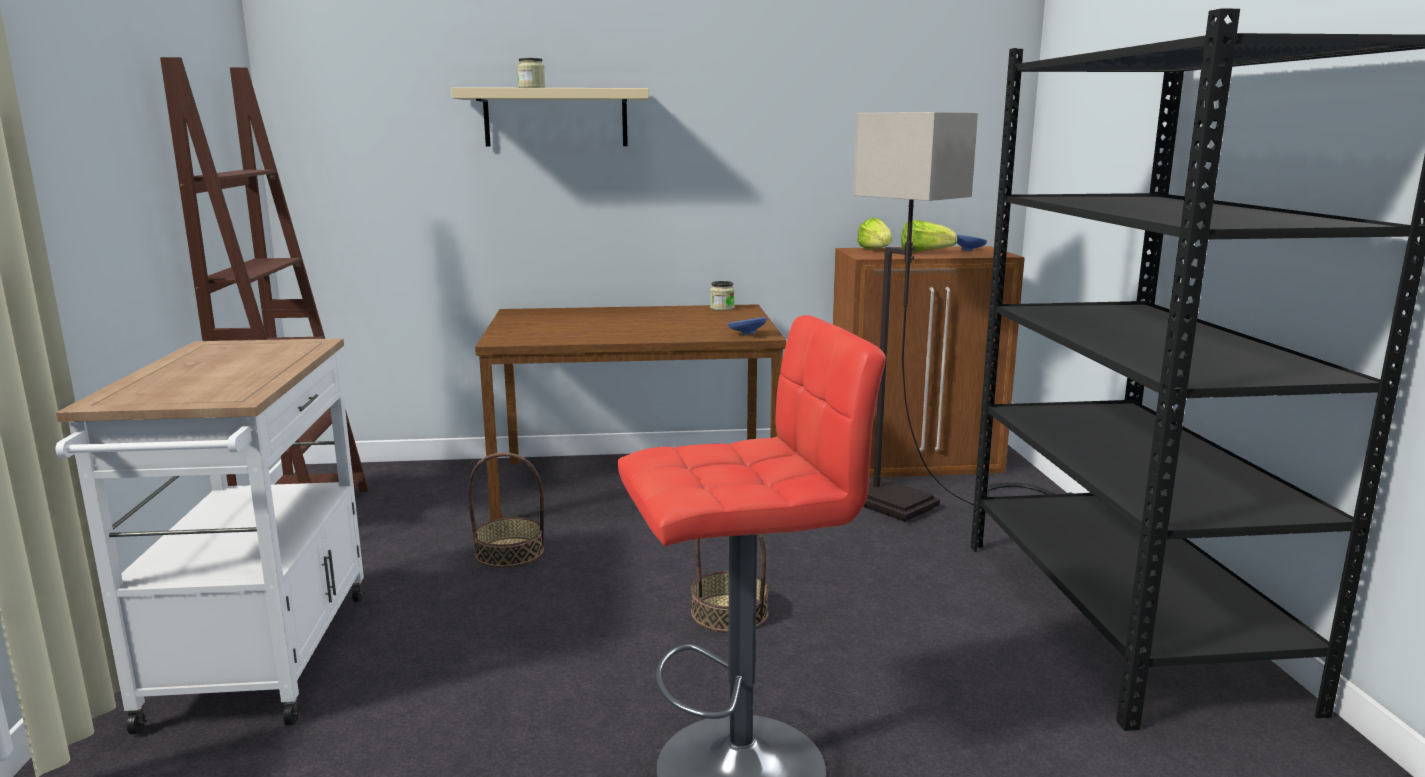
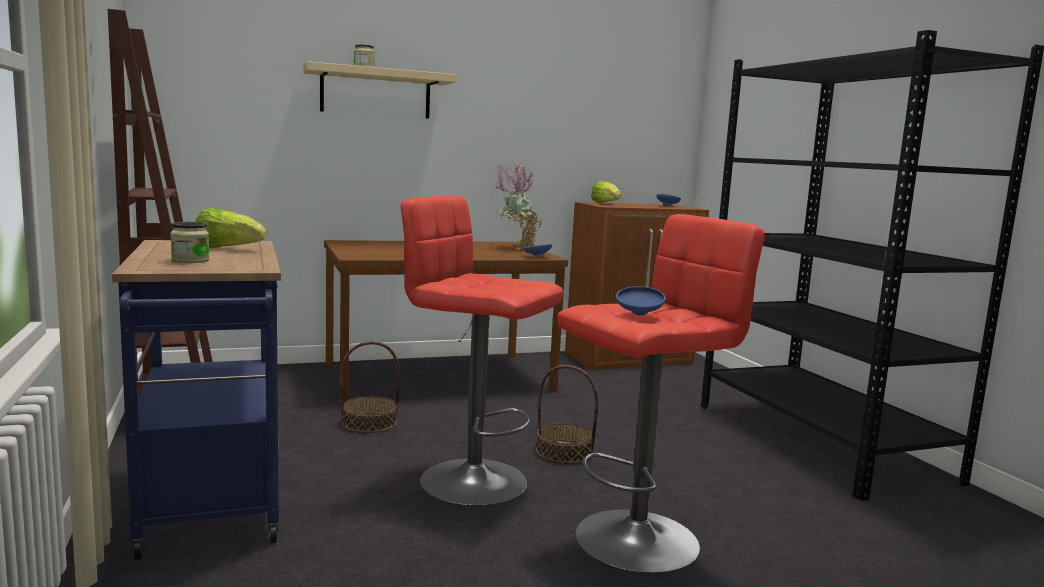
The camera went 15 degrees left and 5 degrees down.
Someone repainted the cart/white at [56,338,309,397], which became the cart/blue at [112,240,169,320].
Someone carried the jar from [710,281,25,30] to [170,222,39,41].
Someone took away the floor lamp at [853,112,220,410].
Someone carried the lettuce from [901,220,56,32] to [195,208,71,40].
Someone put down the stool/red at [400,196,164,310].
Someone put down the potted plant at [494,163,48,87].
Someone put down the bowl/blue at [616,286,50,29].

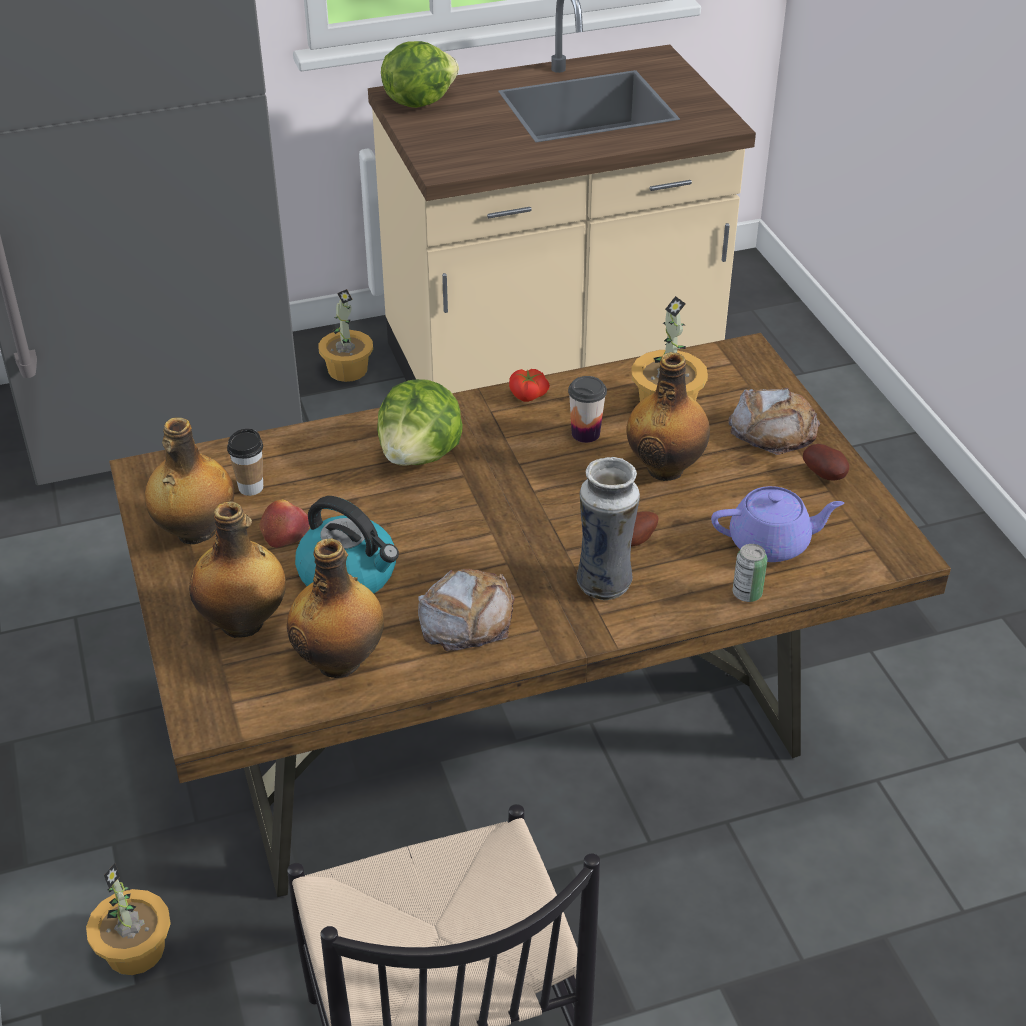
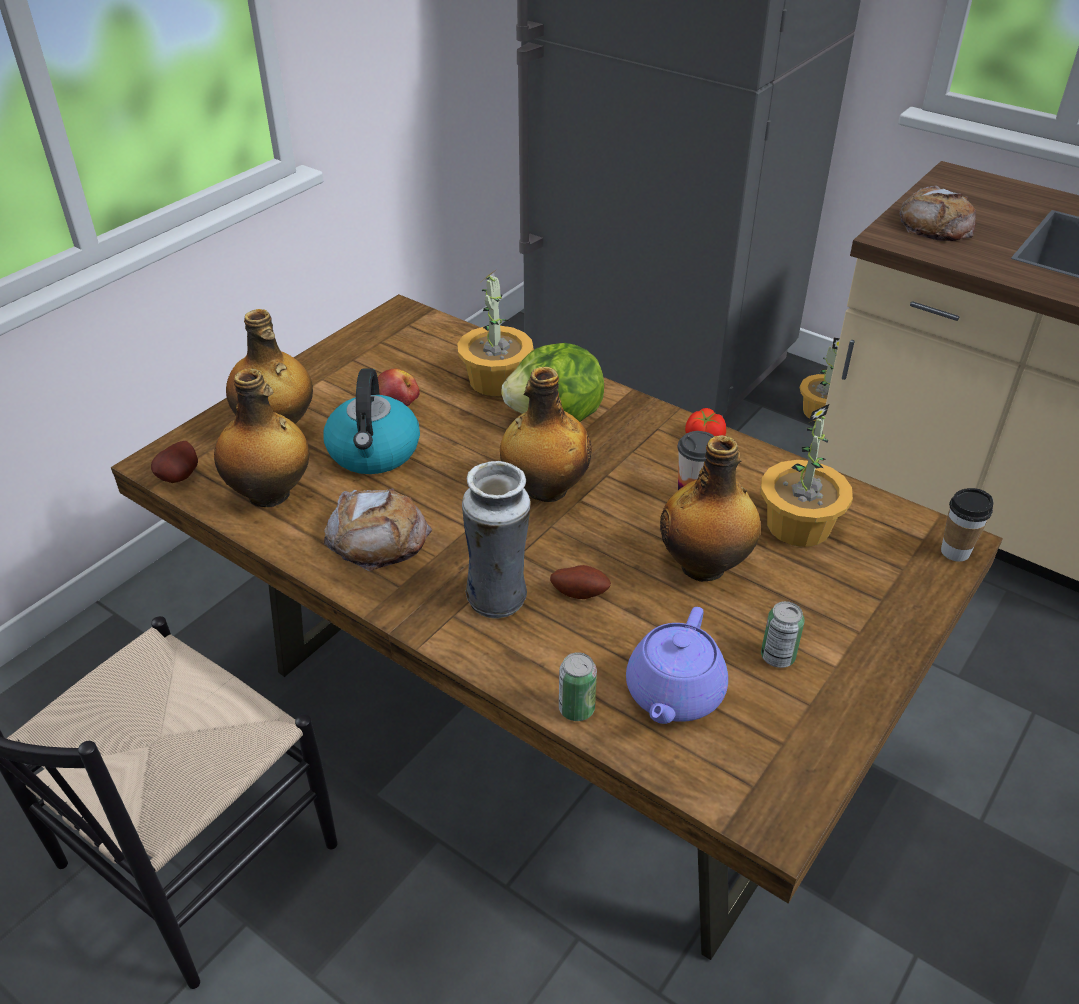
The camera went 55 degrees right and 0 degrees up.
Someone carried the potted plant from [86,863,85,112] to [457,269,76,127].
Someone carried the bottle from [145,417,89,127] to [500,367,92,135].
Someone carried the cup from [227,429,36,67] to [941,488,52,74].
Someone took away the lettuce at [381,41,78,67].
Someone rotated the teapot/purple at [711,486,133,76] by 60 degrees clockwise.
Someone carried the bread from [728,388,92,67] to [899,186,77,55].
Someone carried the potato from [803,444,46,37] to [151,441,47,42].
Someone put down the can at [761,601,44,67].

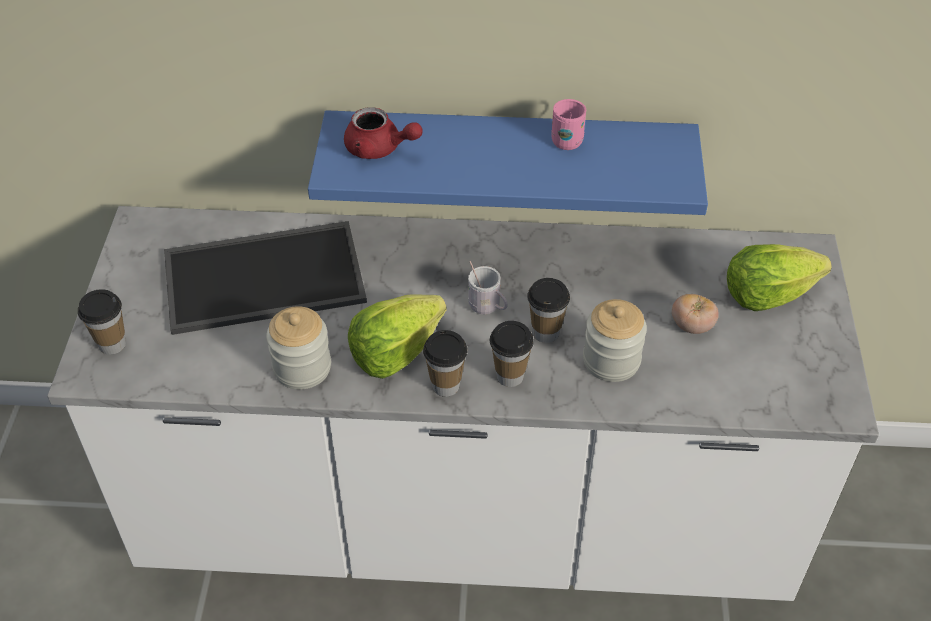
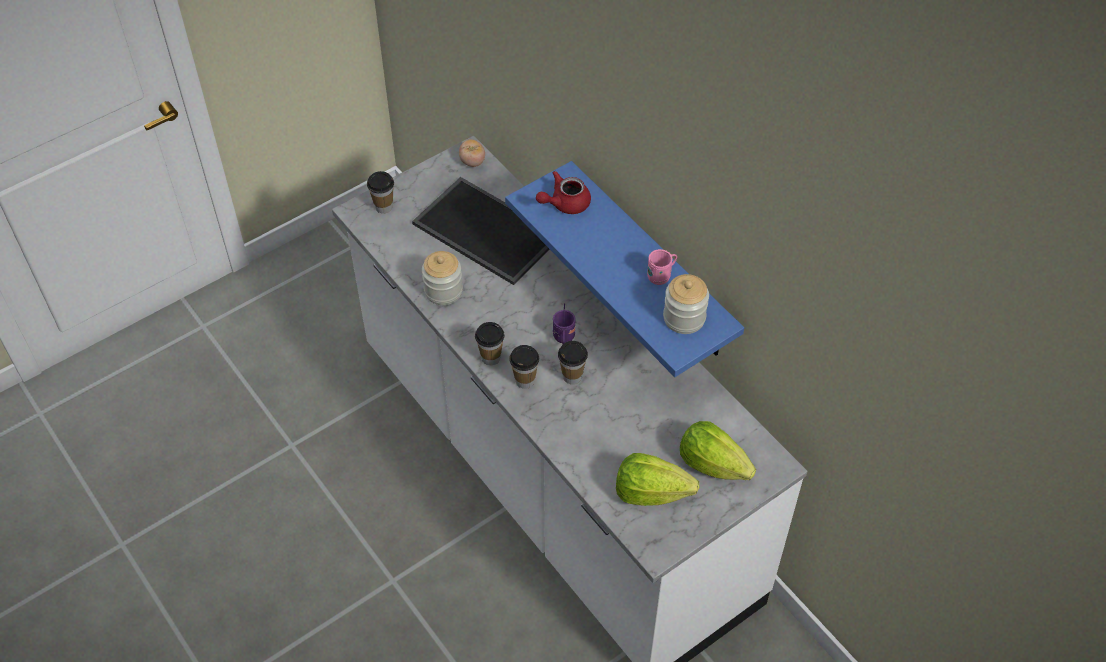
The camera went 50 degrees right and 5 degrees up.
Someone rotated the teapot/red at [344,107,79,52] by 75 degrees clockwise.
Someone carried the lettuce from [348,294,98,85] to [616,453,83,53].
Someone repainted the mug/white at [468,261,40,53], which became the mug/purple at [553,303,23,42].
Someone carried the jar from [583,299,64,83] to [663,274,46,60].
Someone carried the tomato from [672,294,47,40] to [459,139,26,28].

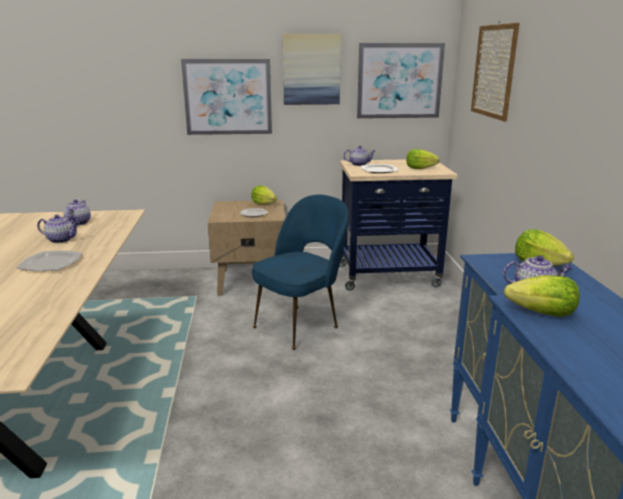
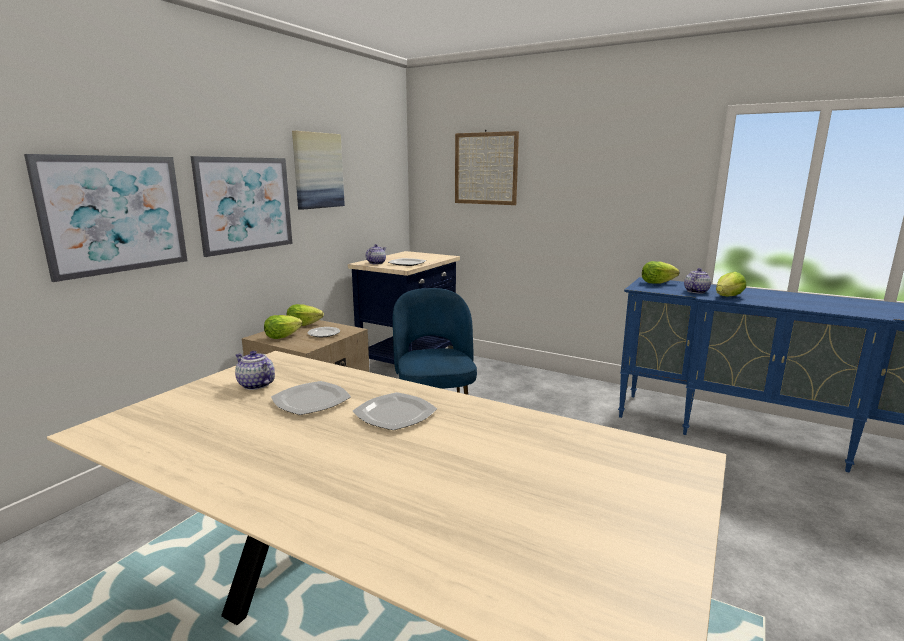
The camera went 55 degrees left and 5 degrees down.
Someone swapped the teapot at [37,215,42,28] for the plate at [271,381,80,34].
Someone carried the picture from [357,43,88,76] to [24,154,163,128].
Someone carried the lettuce from [406,149,34,20] to [264,315,39,24].

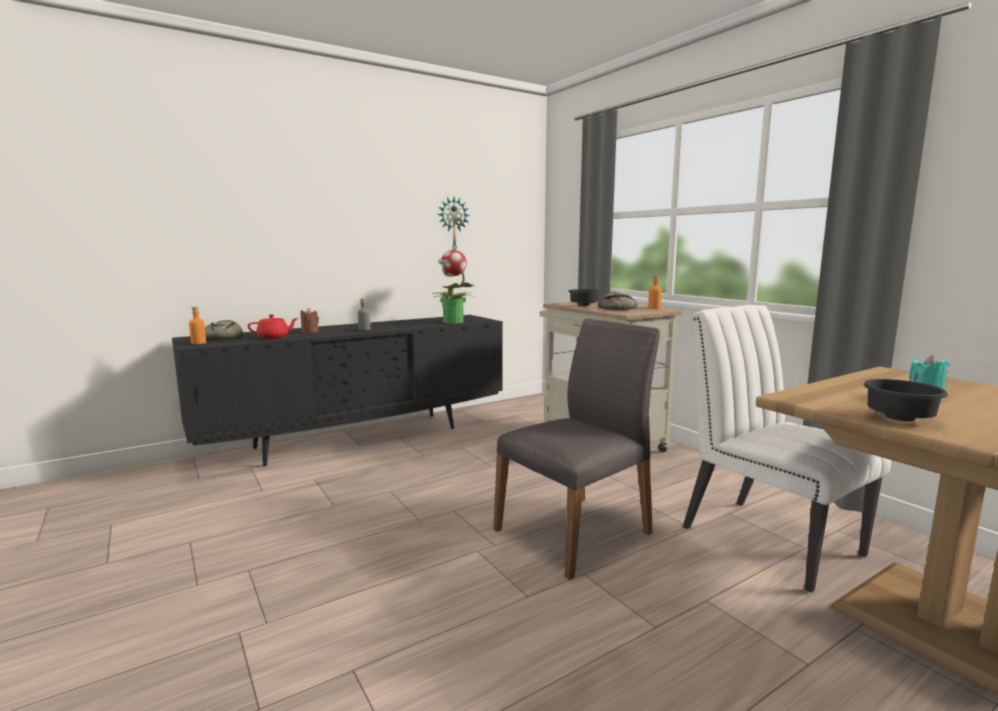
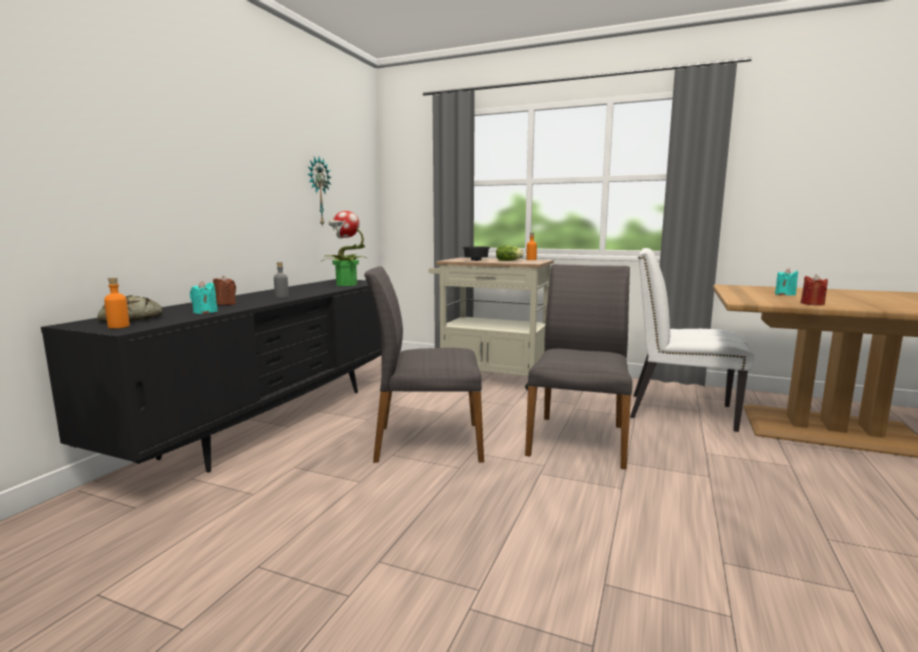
The camera went 35 degrees left and 0 degrees up.
Someone swapped the teapot/red at [248,314,51,25] for the candle/turquoise at [190,281,28,33].
Someone swapped the bread at [598,292,40,18] for the lettuce at [496,245,28,16].
Someone swapped the bowl/black at [863,379,85,42] for the candle/red at [800,274,28,31].
Someone put down the chair/grey at [364,266,120,197].

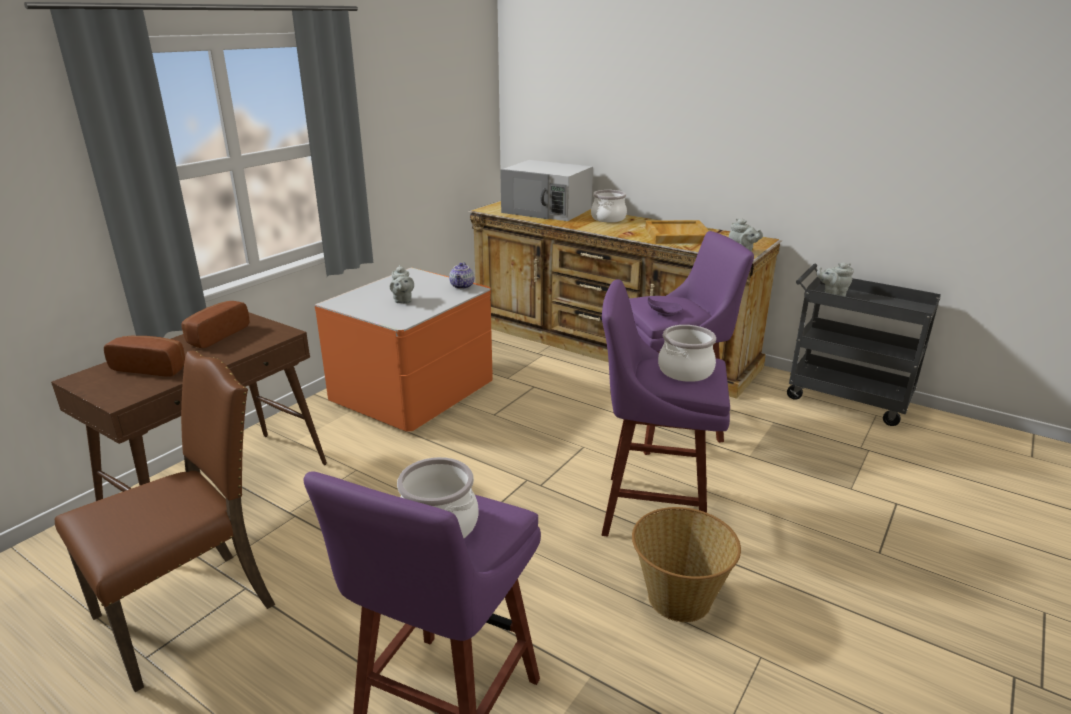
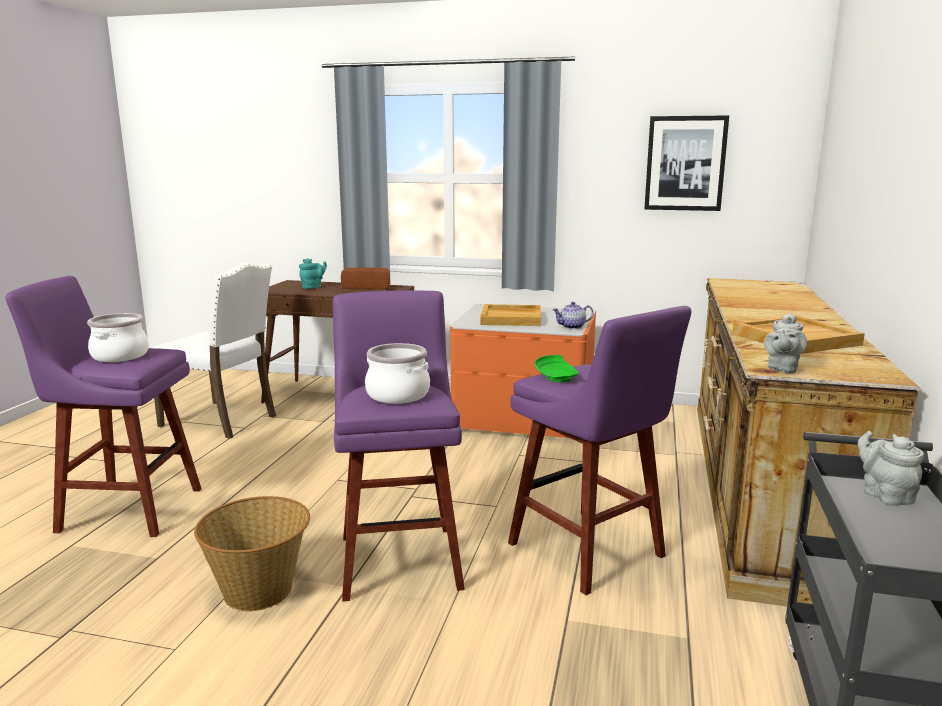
The camera went 70 degrees right and 10 degrees down.
Someone repainted the chair/brown at [55,351,220,341], which became the chair/white at [153,263,123,176].
Someone swapped the bread at [104,336,81,41] for the teapot/turquoise at [299,258,28,31].
Someone swapped the teapot/grey at [390,265,24,39] for the tray/beige at [480,304,61,22].
Someone took away the microwave/white at [500,160,93,61].
Someone took away the cooking pot at [591,190,36,32].
Someone repainted the plate/purple at [647,297,36,20], which became the plate/green at [535,355,44,27].
Someone put up the picture at [644,115,85,96].

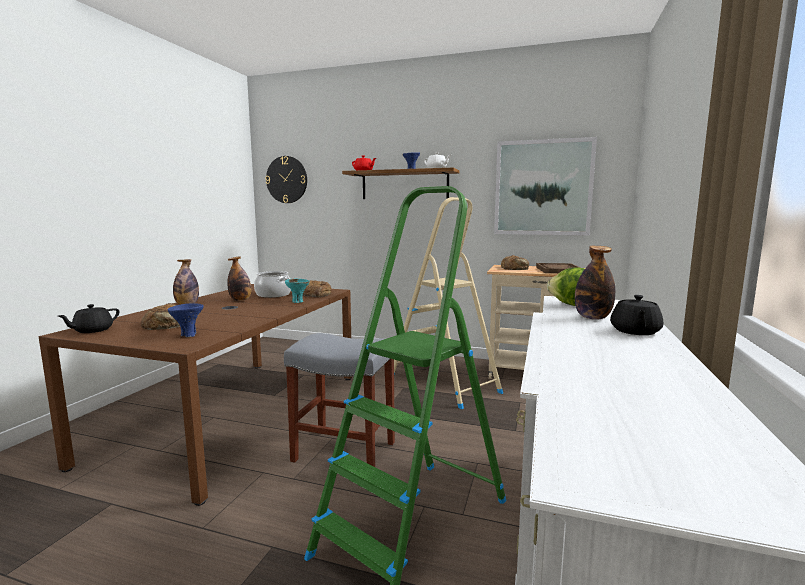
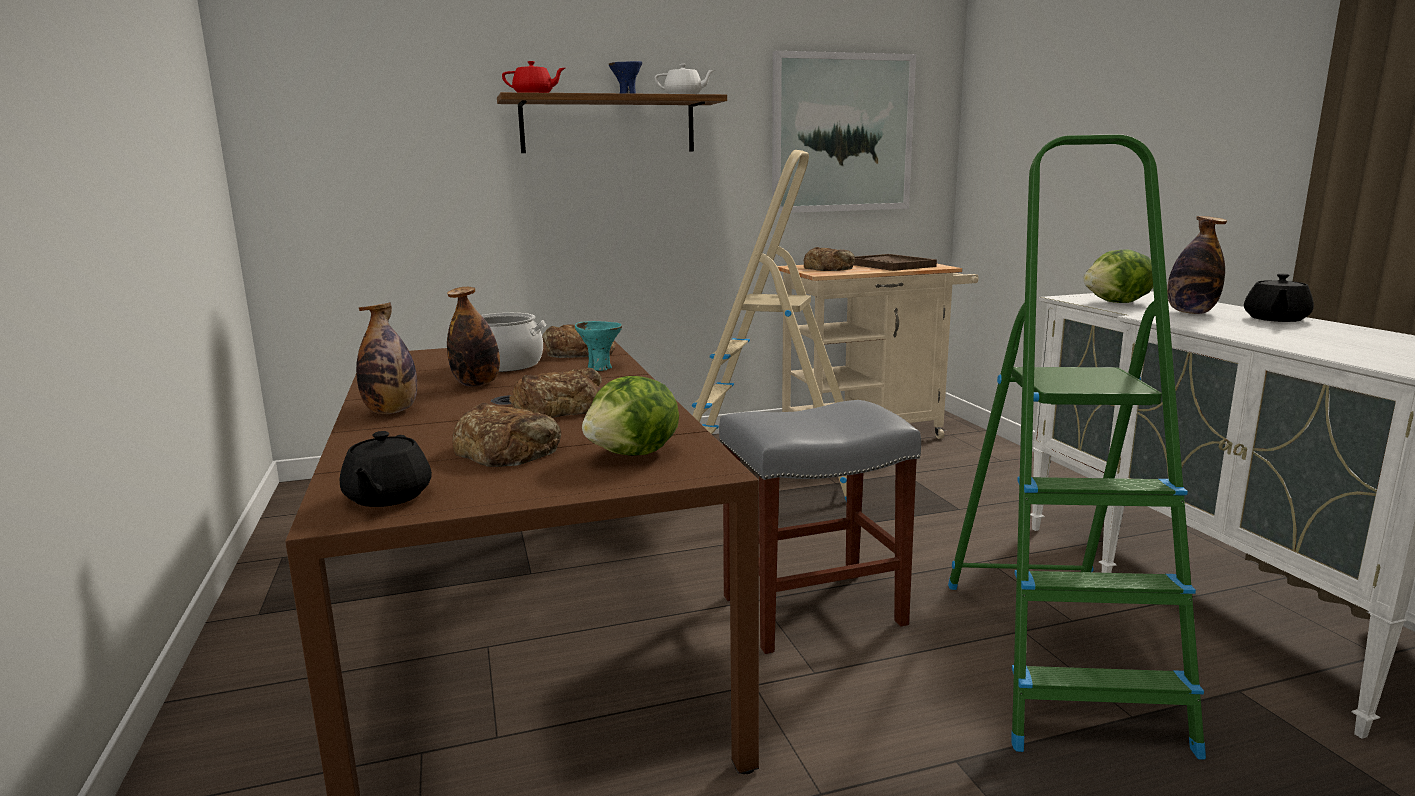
The camera went 35 degrees left and 5 degrees up.
Someone swapped the bowl/blue at [168,303,36,34] for the lettuce at [582,376,97,80].
Someone took away the wall clock at [265,156,42,47].
Someone rotated the teapot/black at [610,295,53,40] by 45 degrees clockwise.
Someone put down the bread at [509,368,93,50].

